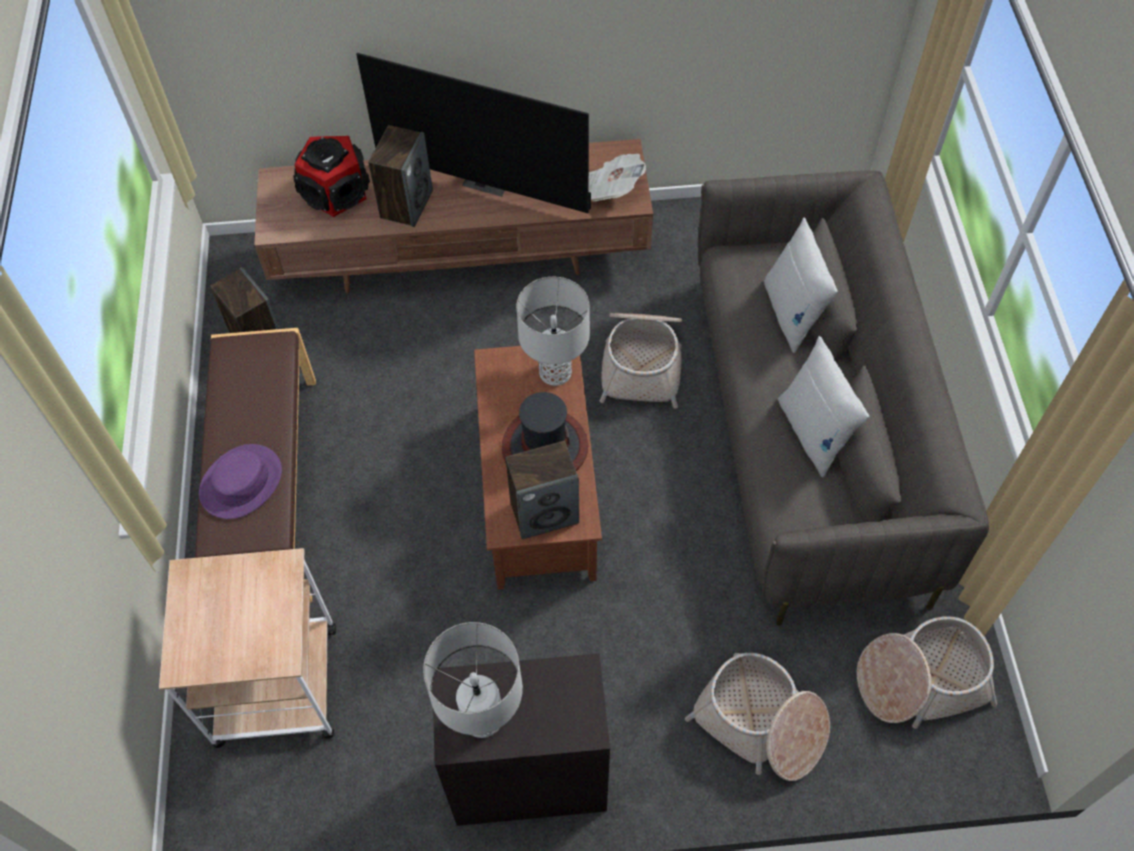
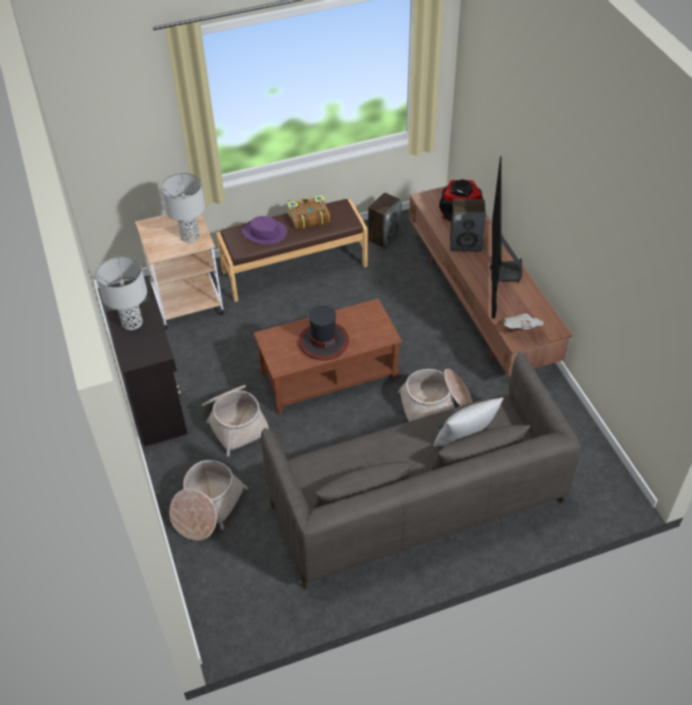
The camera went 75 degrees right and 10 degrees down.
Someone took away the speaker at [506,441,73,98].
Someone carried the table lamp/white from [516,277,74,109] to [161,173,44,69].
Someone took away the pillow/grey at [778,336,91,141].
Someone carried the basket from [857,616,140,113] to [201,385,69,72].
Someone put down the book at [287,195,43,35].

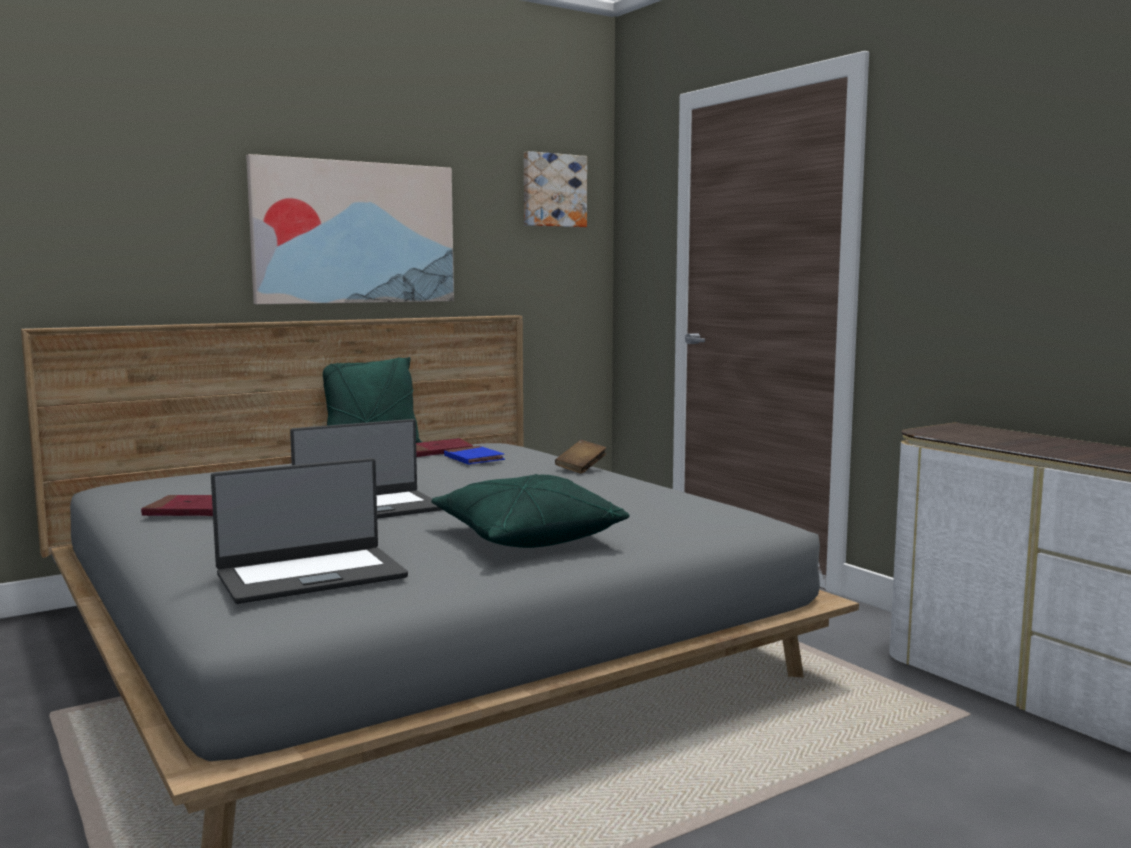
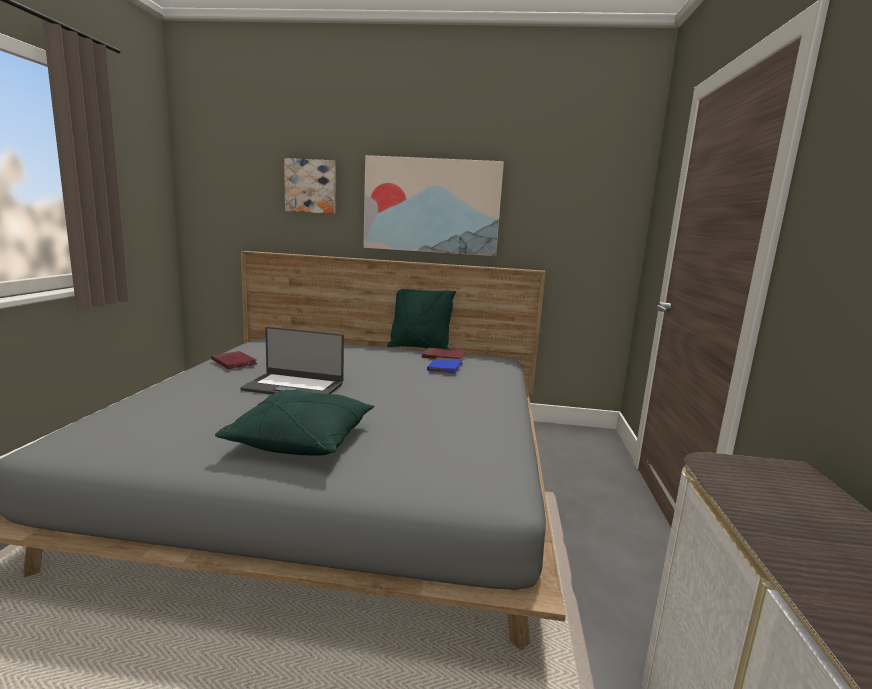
The camera went 40 degrees right and 5 degrees up.
Someone took away the laptop at [211,458,197,146].
Someone carried the picture from [524,151,63,76] to [284,158,52,56].
Someone took away the book/brown at [555,440,52,34].

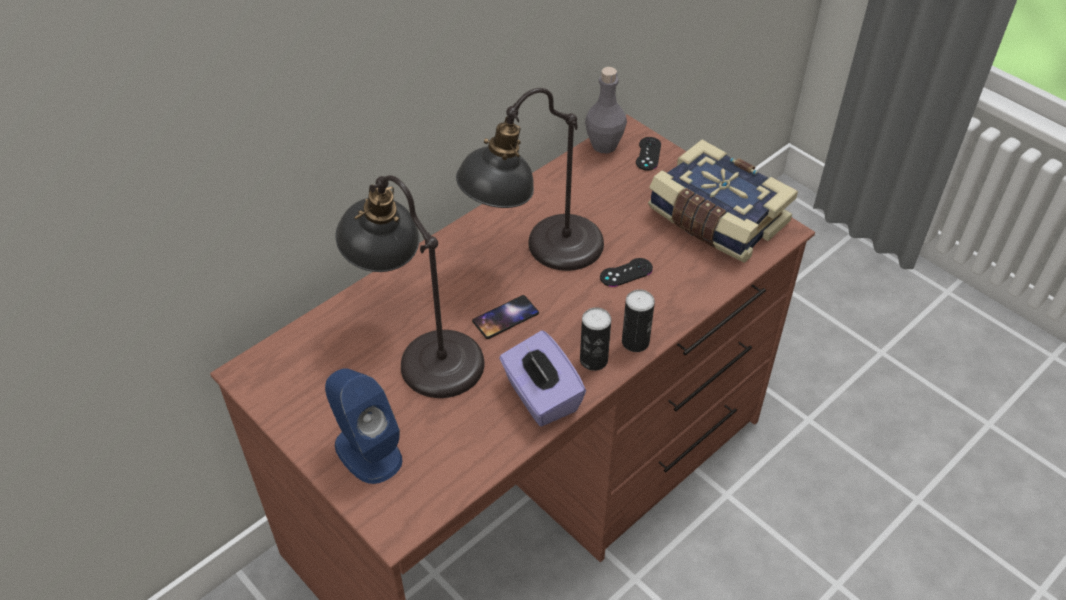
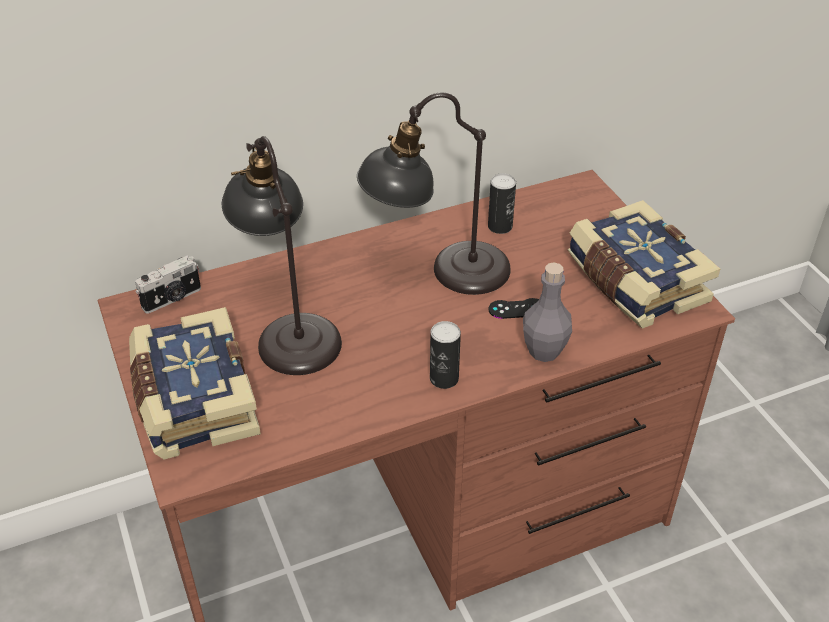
The camera went 20 degrees right and 5 degrees down.
Someone swapped the speaker/blue at [325,368,78,116] for the book at [129,307,132,152].
Someone took away the phone at [472,295,67,44].
Someone took away the tissue box/purple at [499,330,87,97].
Someone carried the bottle/grey from [585,67,42,86] to [523,263,49,99].
Someone carried the can from [622,289,33,63] to [488,173,28,61].
Someone took away the game controller/black at [636,137,25,34].
Someone put down the photo camera at [135,255,66,59].

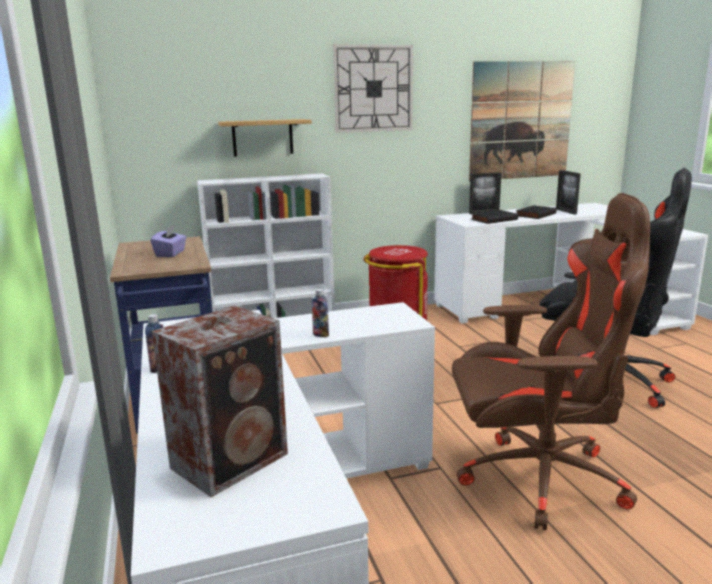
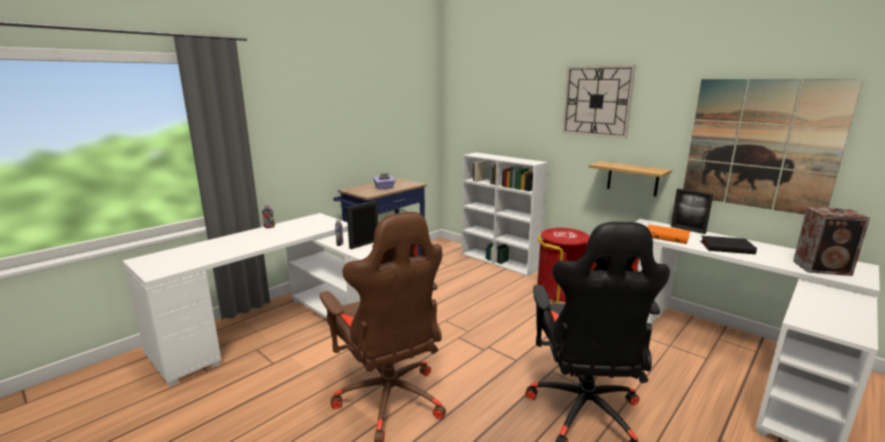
The camera went 60 degrees right and 0 degrees up.
Someone carried the speaker from [152,305,136,192] to [793,207,77,69].
Someone carried the shelf from [218,119,94,38] to [589,161,83,36].
Someone repainted the book/black at [471,210,47,14], which became the book/orange at [647,225,43,19].
Someone carried the picture frame from [556,170,25,45] to [346,201,32,48].

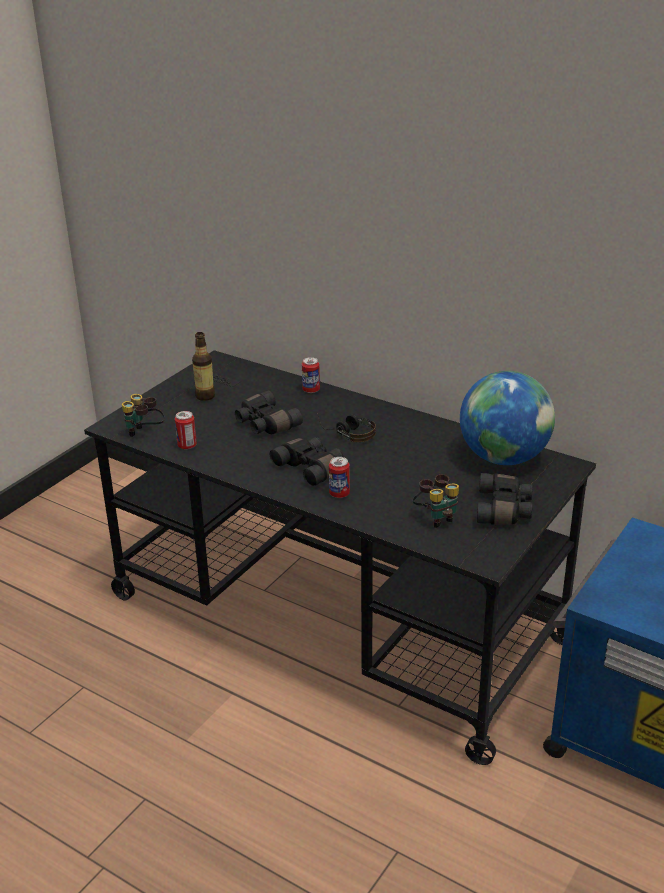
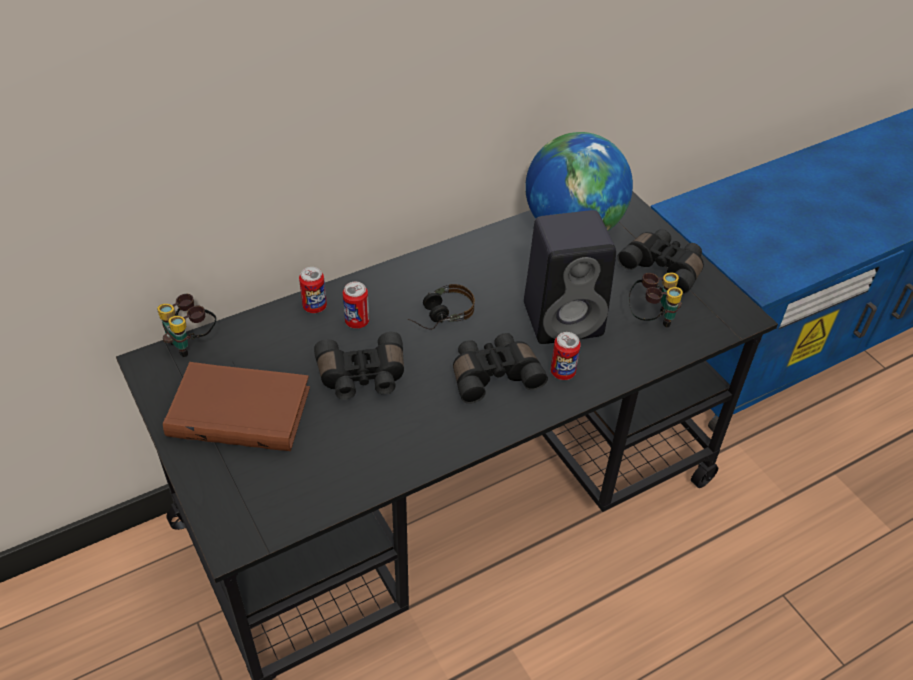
The camera went 65 degrees left and 15 degrees up.
Someone carried the binoculars from [122,394,43,43] to [157,294,59,63].
Someone carried the can from [175,411,22,38] to [343,282,26,47].
Someone swapped the bottle at [192,332,23,69] for the book/brown at [163,362,147,89].
Someone put down the speaker/black at [524,210,92,134].

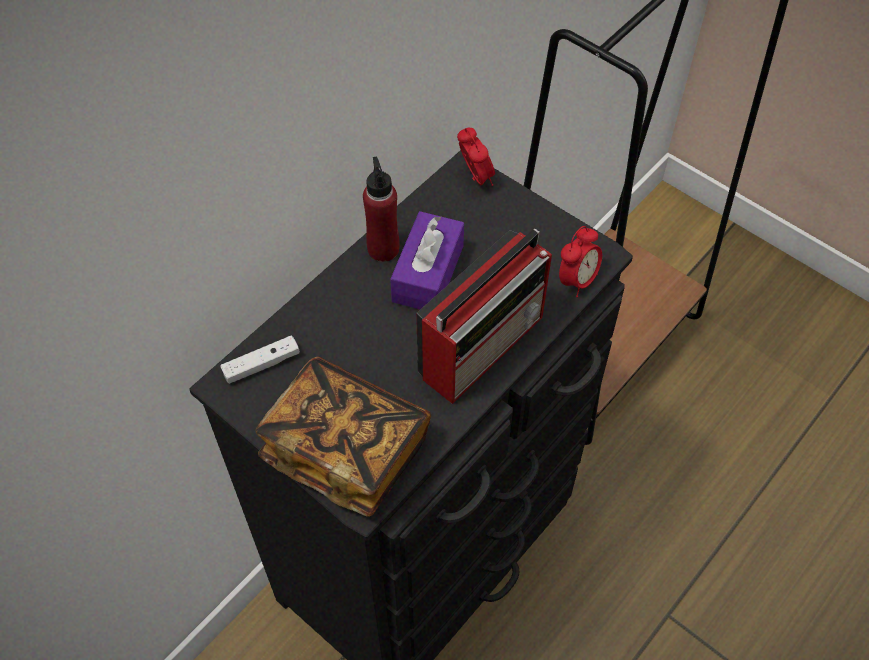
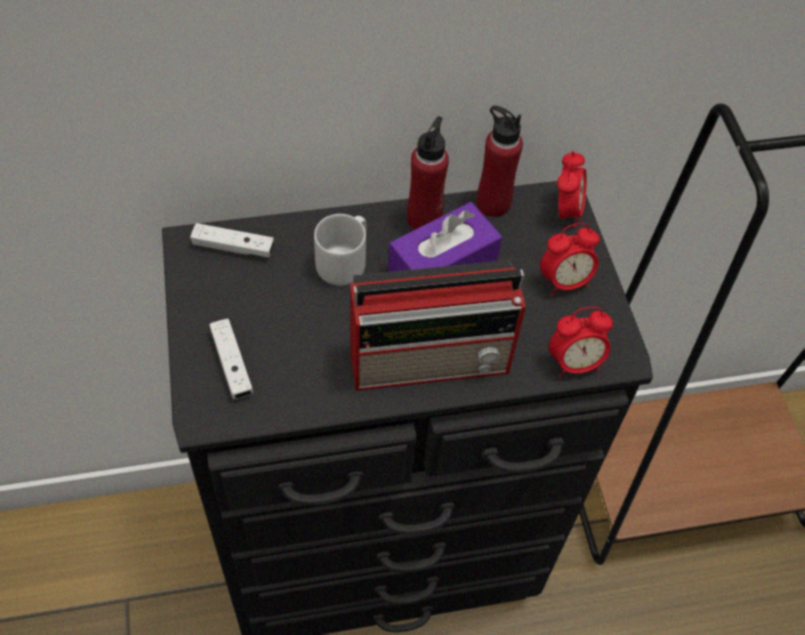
The camera went 35 degrees right and 0 degrees up.
Someone swapped the book at [255,356,176,161] for the game controller/white at [209,319,45,80].
Someone put down the mug/grey at [314,214,53,72].
Someone put down the bottle/red at [476,106,47,111].
Someone put down the alarm clock at [540,223,60,73].

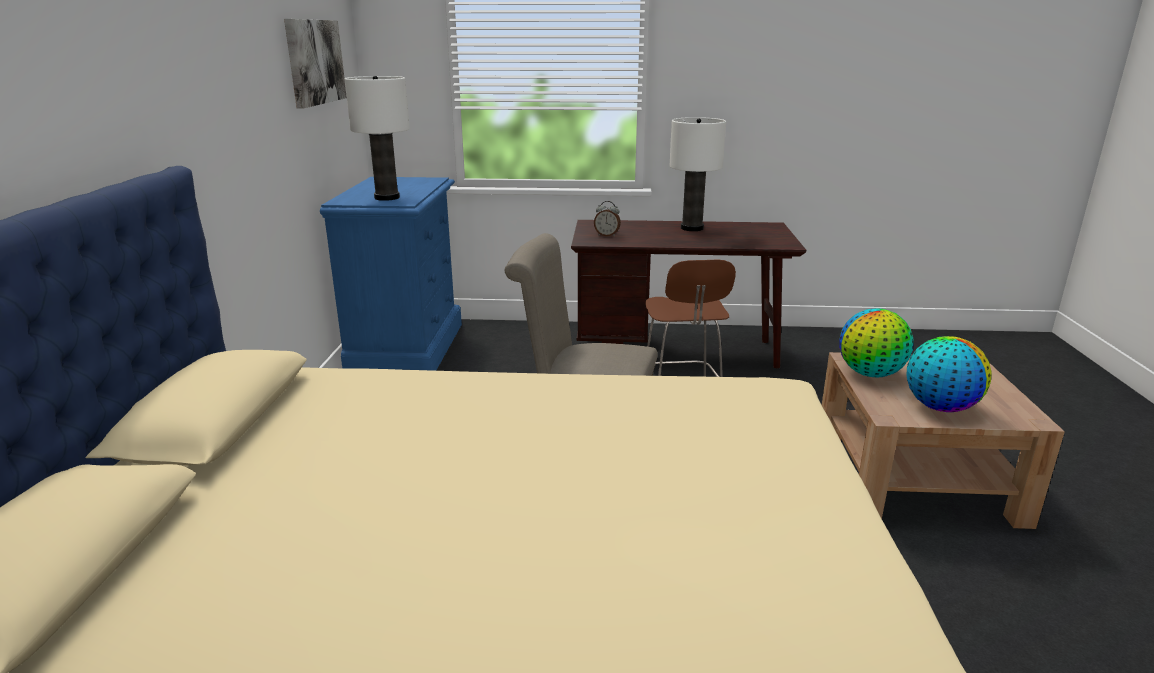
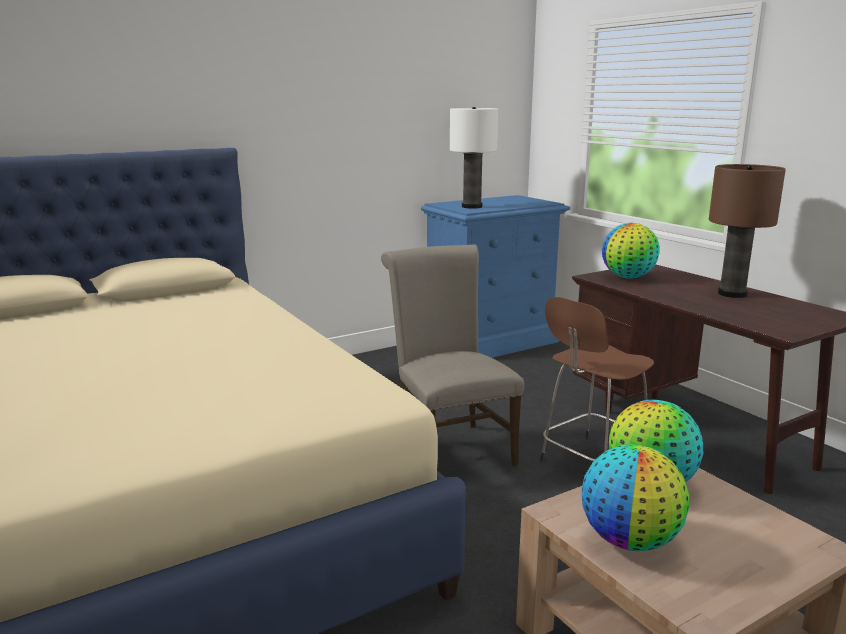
The camera went 55 degrees right and 5 degrees down.
Someone took away the picture at [284,19,63,90].
Someone swapped the alarm clock at [594,201,27,36] for the globe at [602,223,58,56].
Someone repainted the table lamp/white at [670,117,56,114], which became the table lamp/brown at [709,164,77,134].

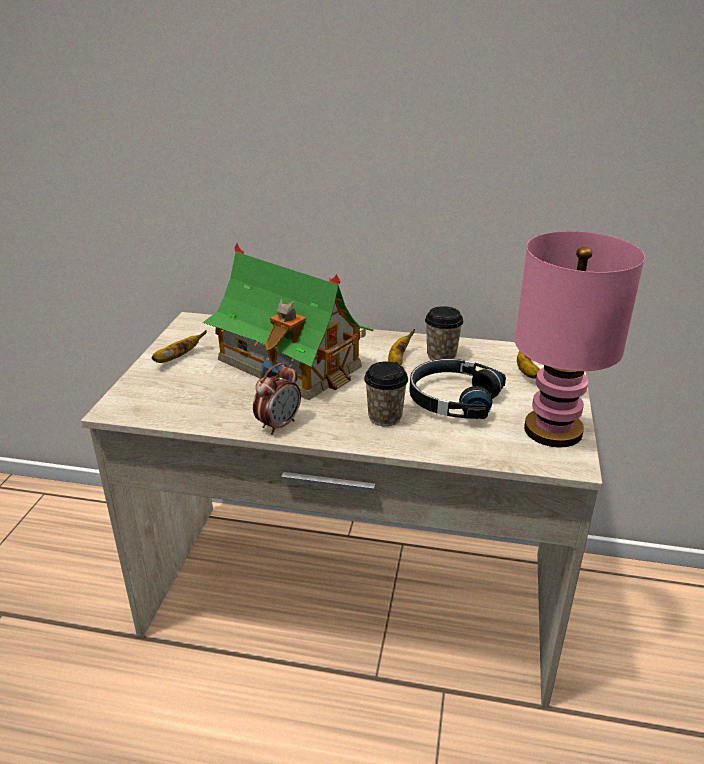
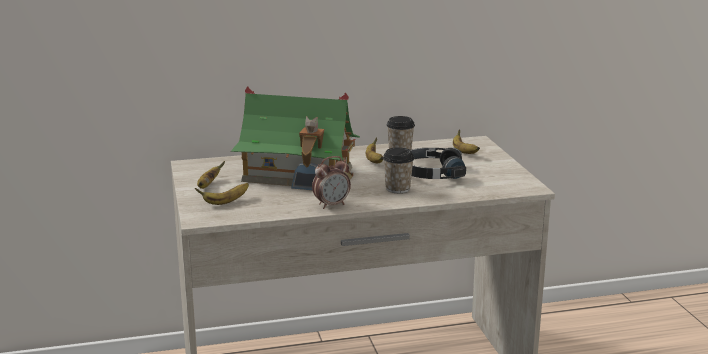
The camera went 25 degrees left and 10 degrees down.
Someone rotated the alarm clock at [253,362,48,73] by 45 degrees clockwise.
Someone took away the table lamp/pink at [515,231,130,216].
Someone put down the banana at [195,183,54,22].

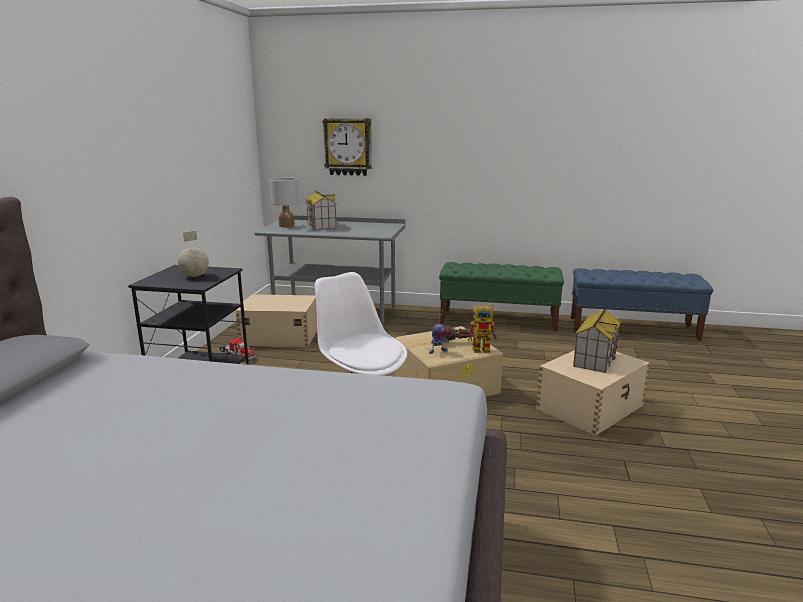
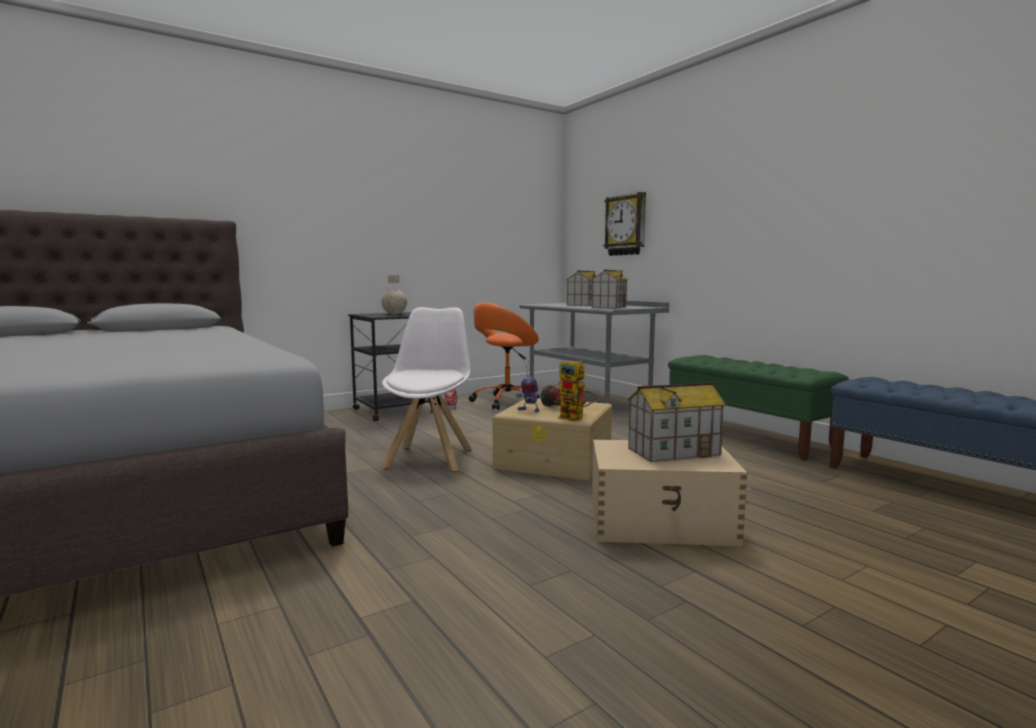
The camera went 45 degrees right and 10 degrees down.
Someone swapped the storage box/beige at [236,294,81,53] for the office chair/orange at [469,302,70,108].
Someone took away the table lamp/grey at [270,177,29,51].
Someone put down the toy house at [591,269,37,40].

